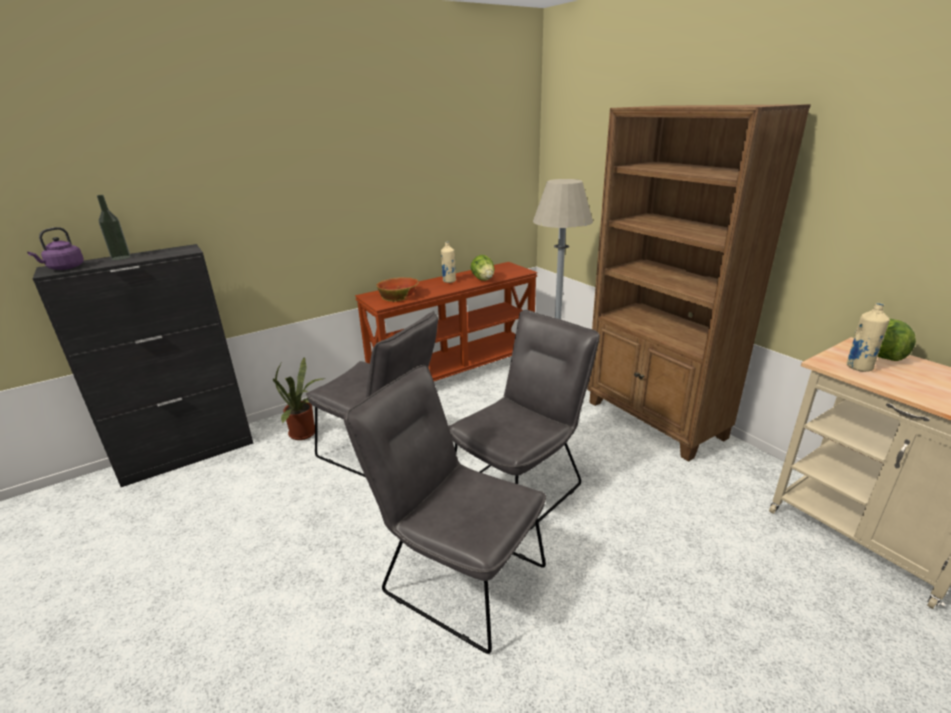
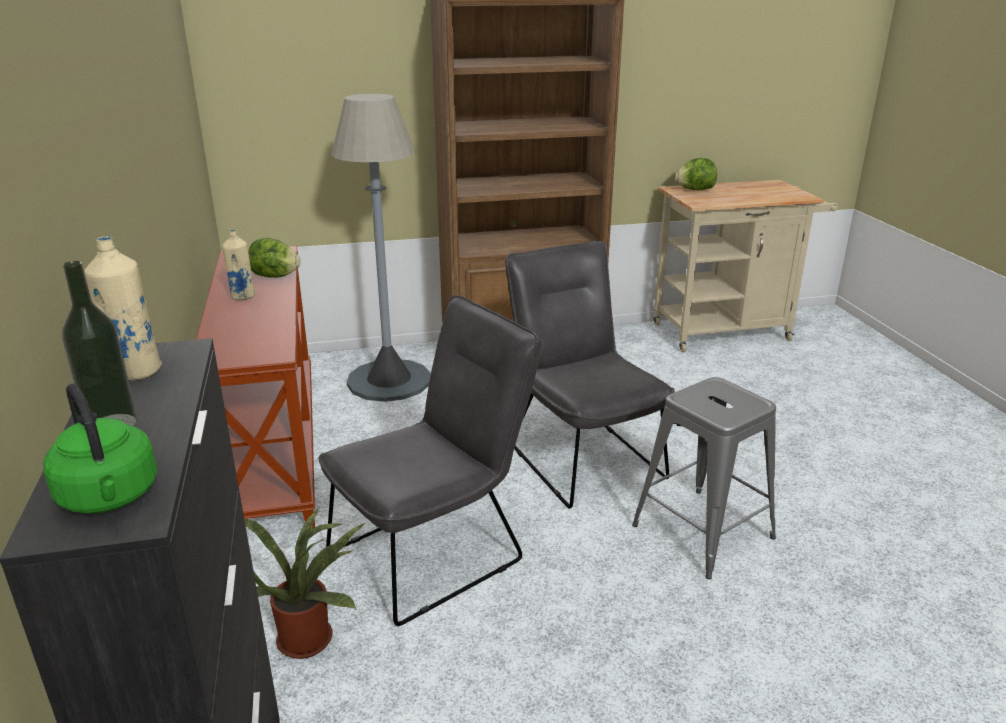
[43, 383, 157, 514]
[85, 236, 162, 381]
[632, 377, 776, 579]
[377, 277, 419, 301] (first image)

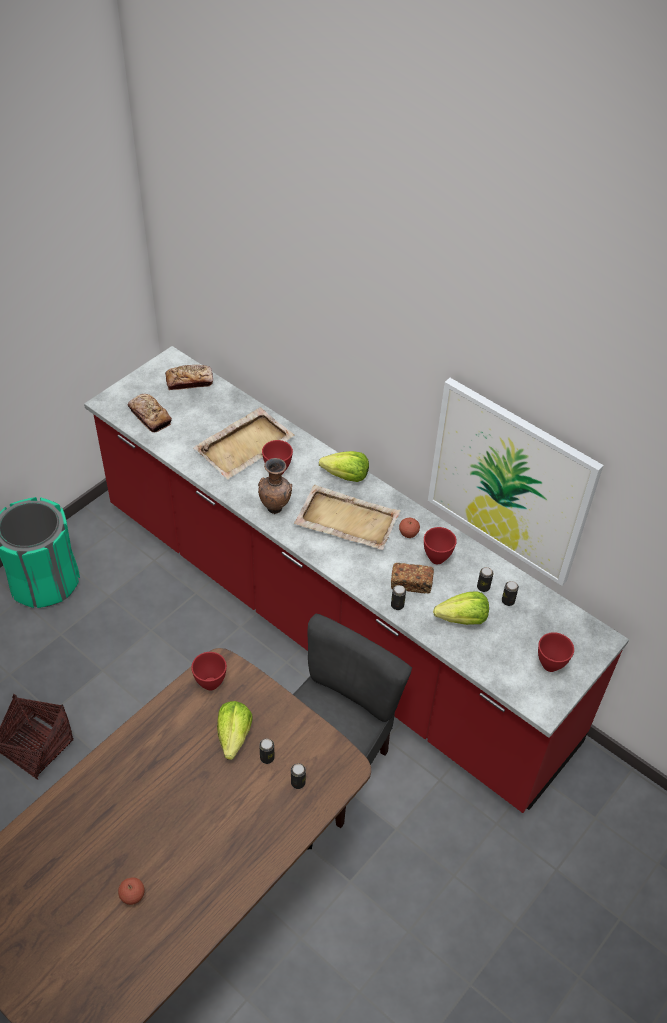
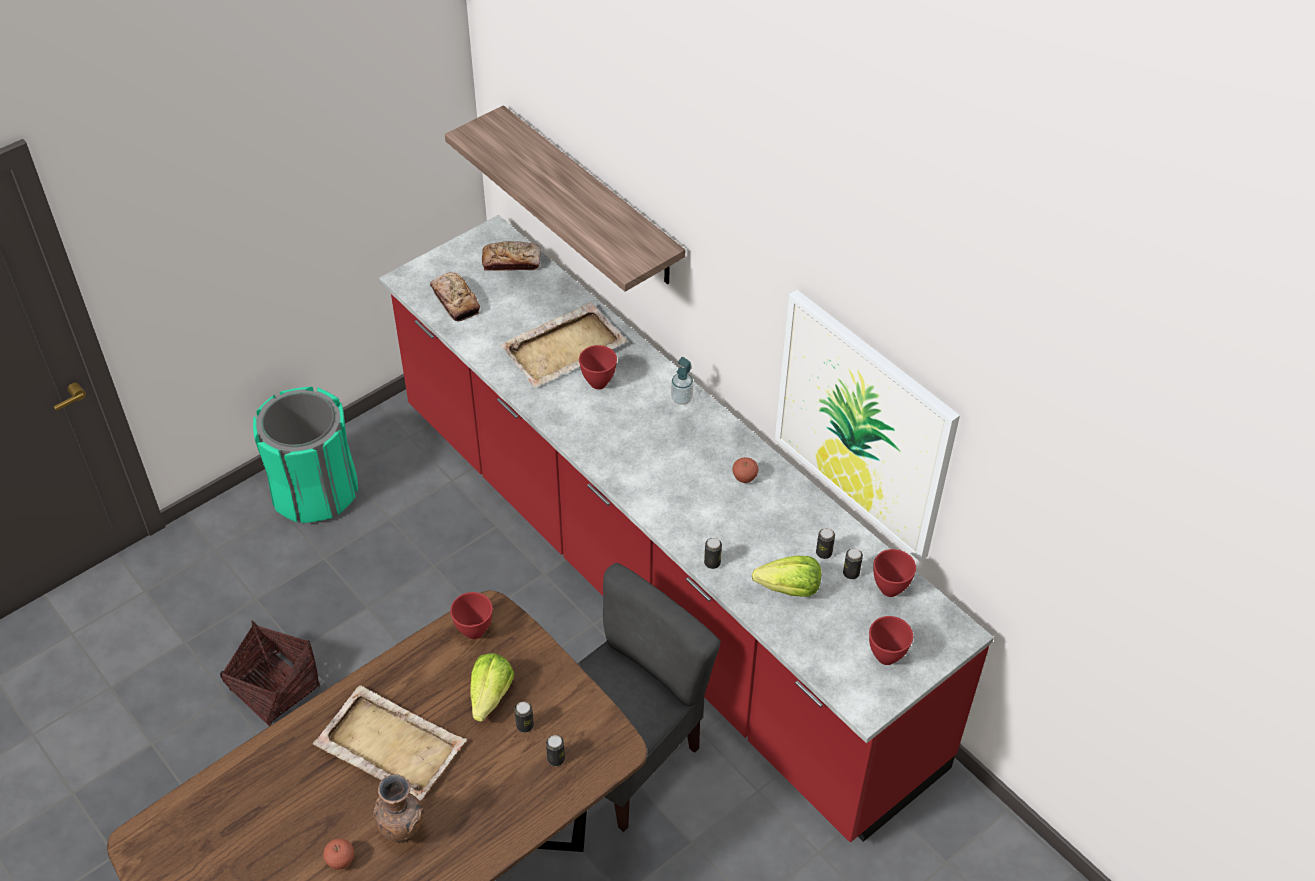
[313, 685, 467, 800]
[372, 774, 424, 843]
[445, 105, 685, 292]
[671, 357, 693, 405]
[873, 549, 916, 597]
[391, 563, 434, 594] (first image)

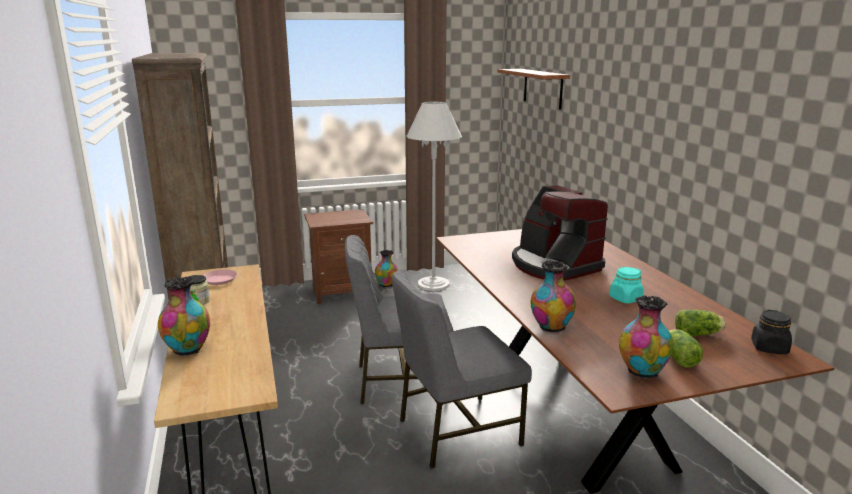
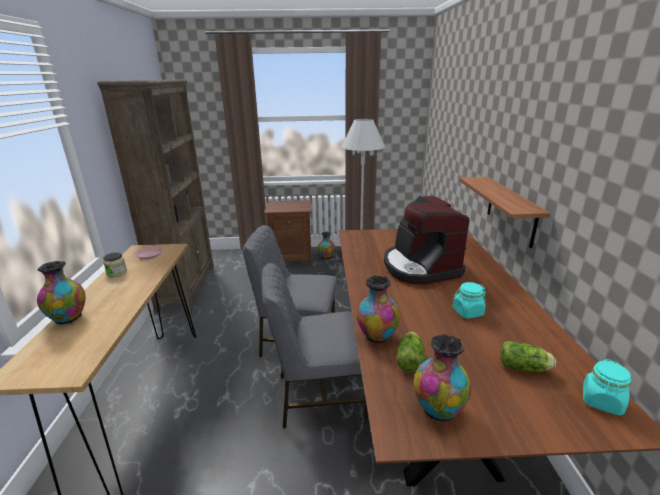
[396, 332, 425, 373]
[459, 177, 550, 248]
[583, 359, 631, 415]

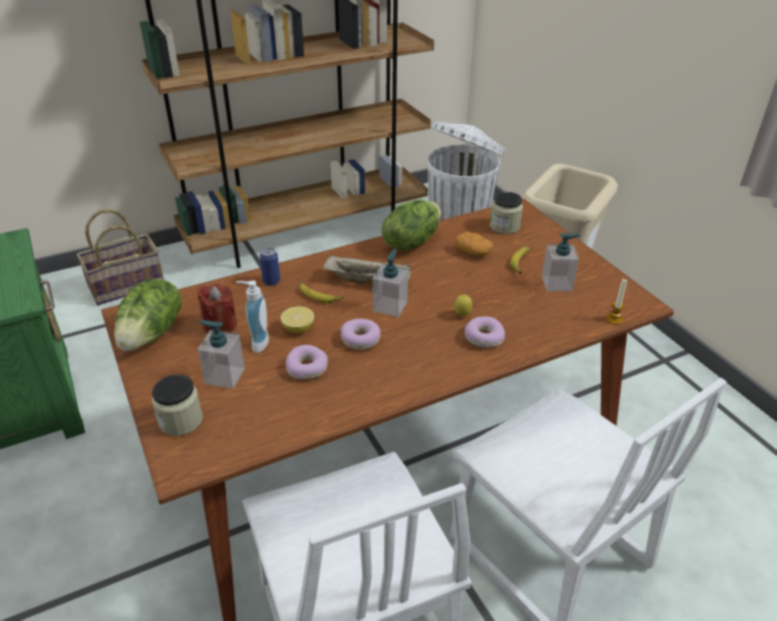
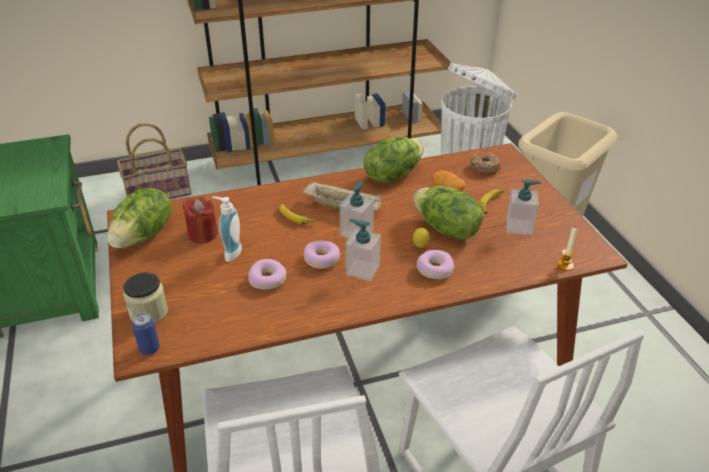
[132, 313, 160, 355]
[345, 219, 381, 281]
[413, 186, 483, 240]
[470, 153, 501, 175]
[280, 306, 314, 333] (first image)

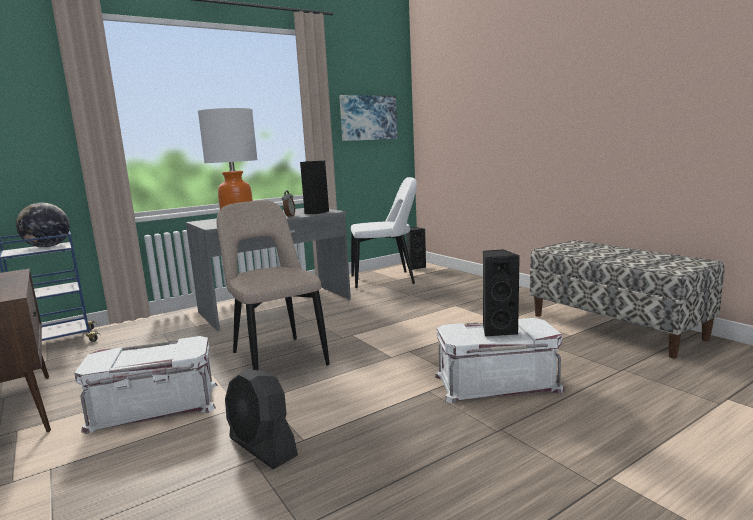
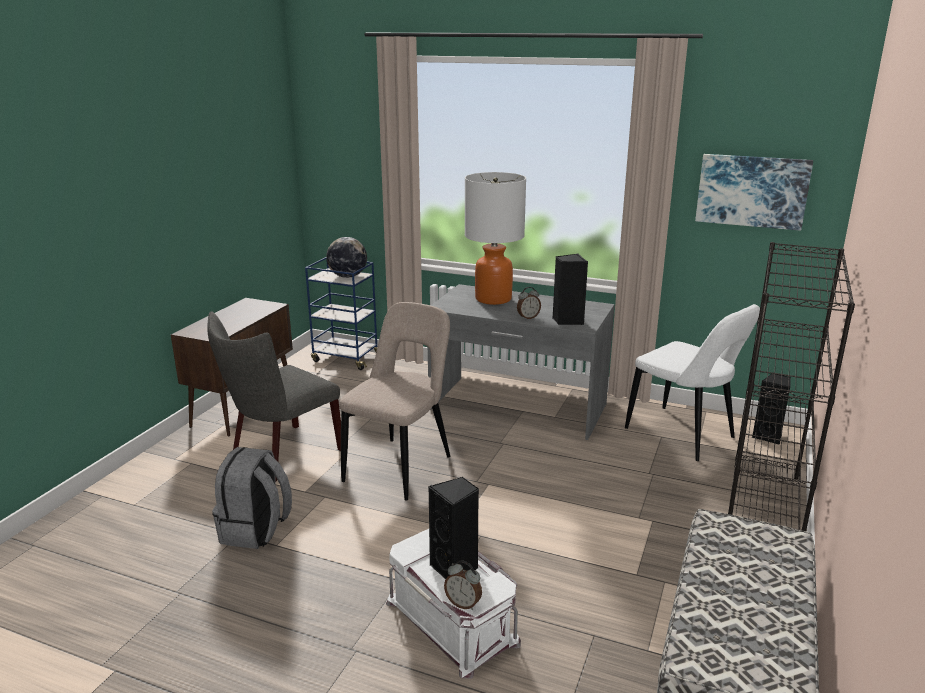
[207, 311, 341, 482]
[212, 447, 292, 549]
[444, 560, 482, 610]
[728, 242, 855, 531]

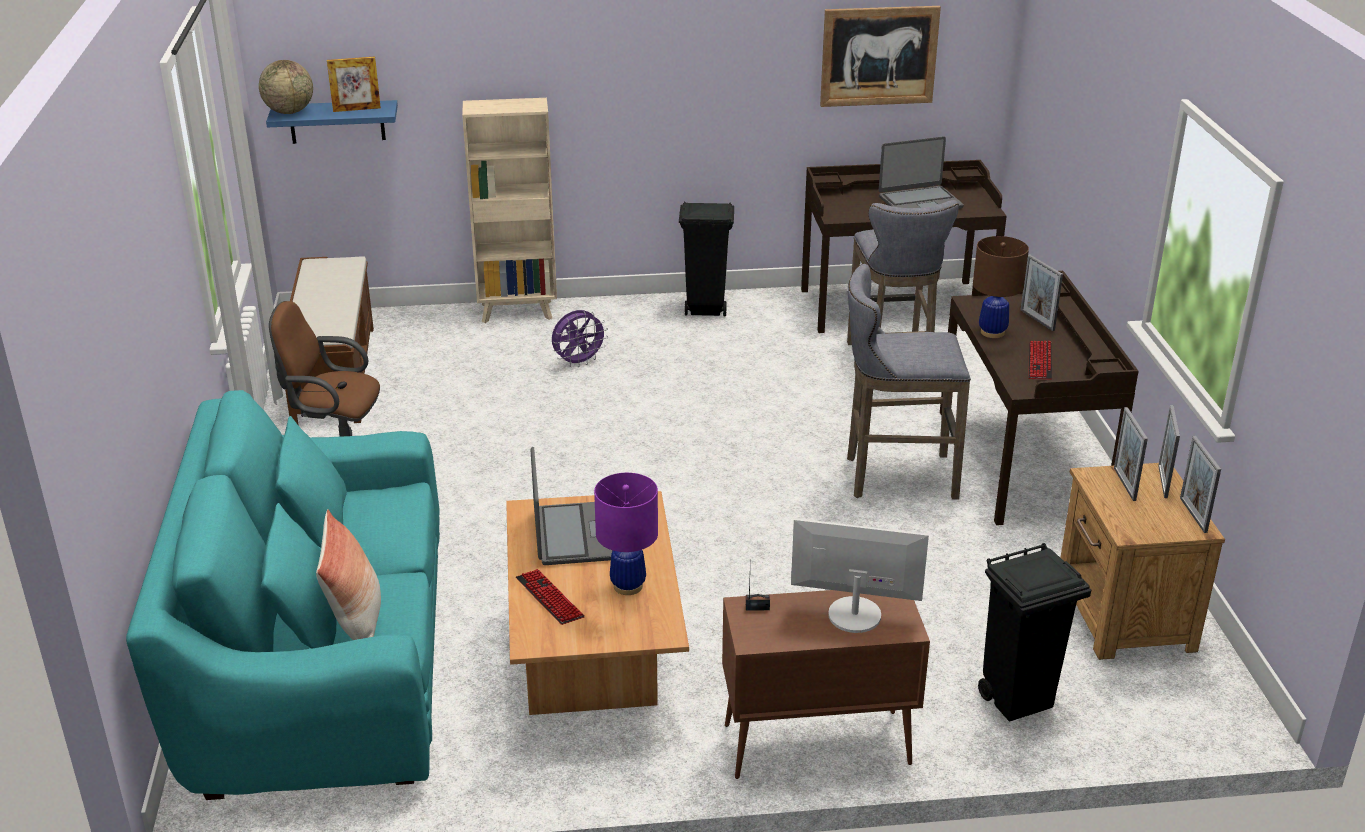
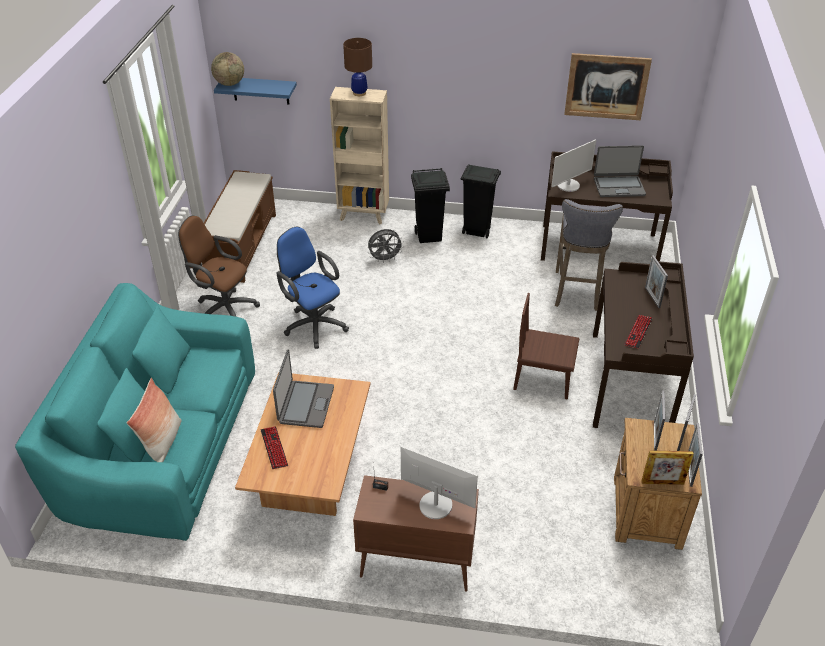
[276, 227, 349, 349]
[343, 38, 372, 96]
[368, 229, 404, 263]
[411, 168, 450, 243]
[513, 293, 580, 399]
[551, 139, 596, 192]
[641, 450, 694, 485]
[594, 473, 658, 595] (first image)

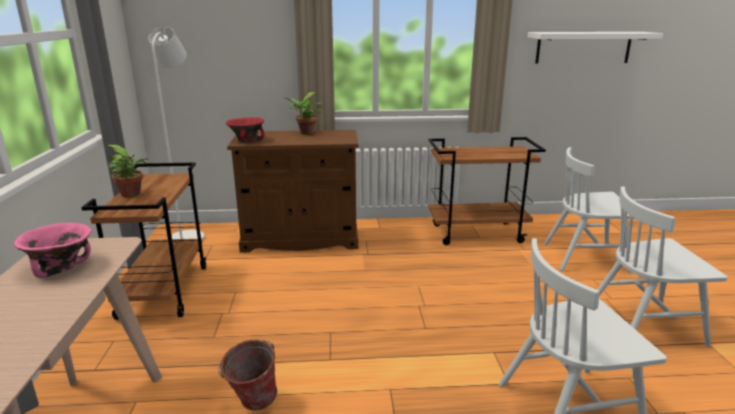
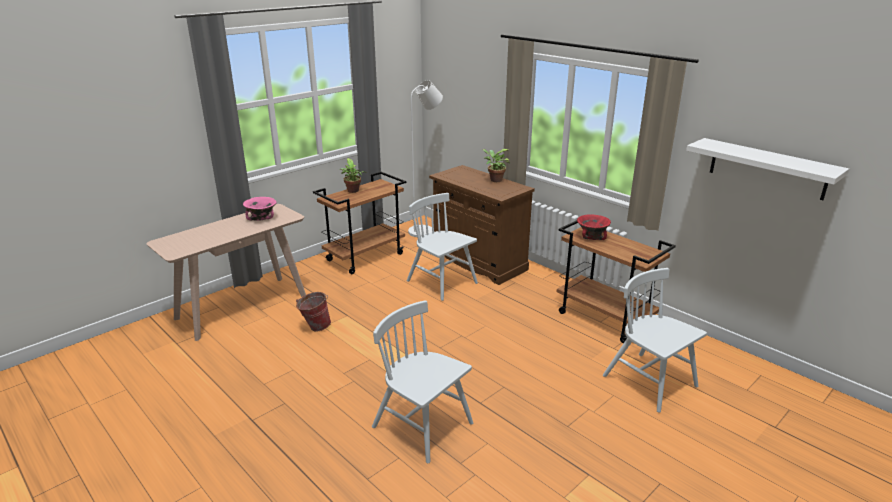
[407, 193, 478, 301]
[577, 214, 611, 240]

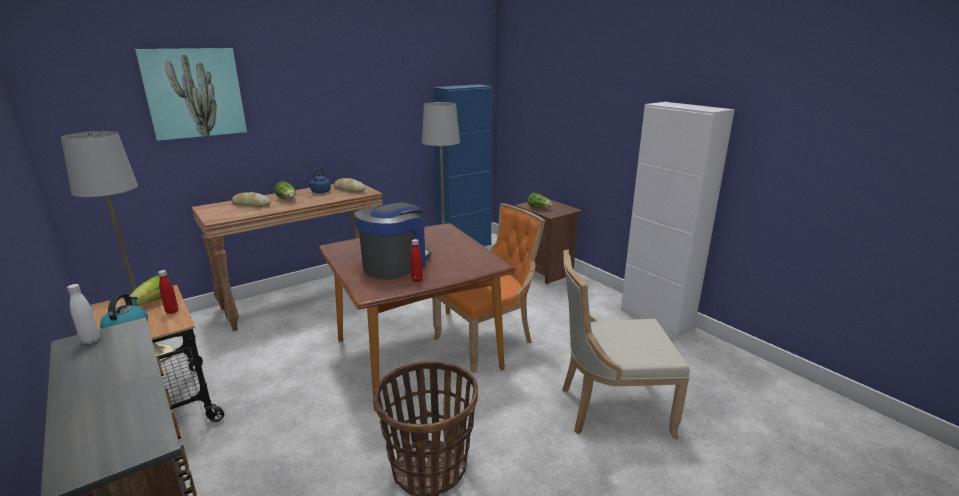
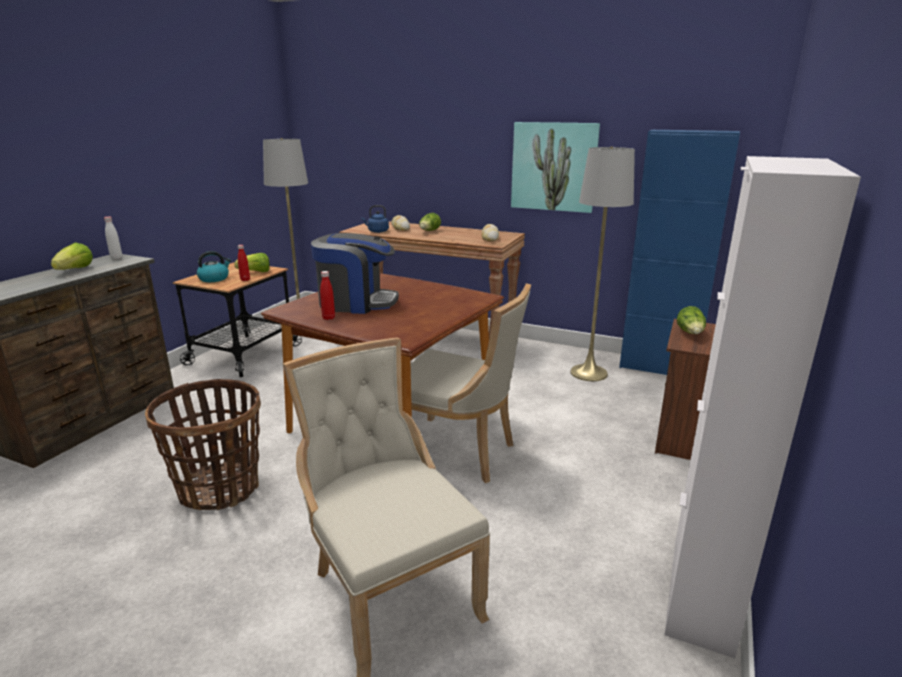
[51, 242, 93, 270]
[361, 205, 389, 233]
[411, 283, 531, 483]
[511, 122, 600, 213]

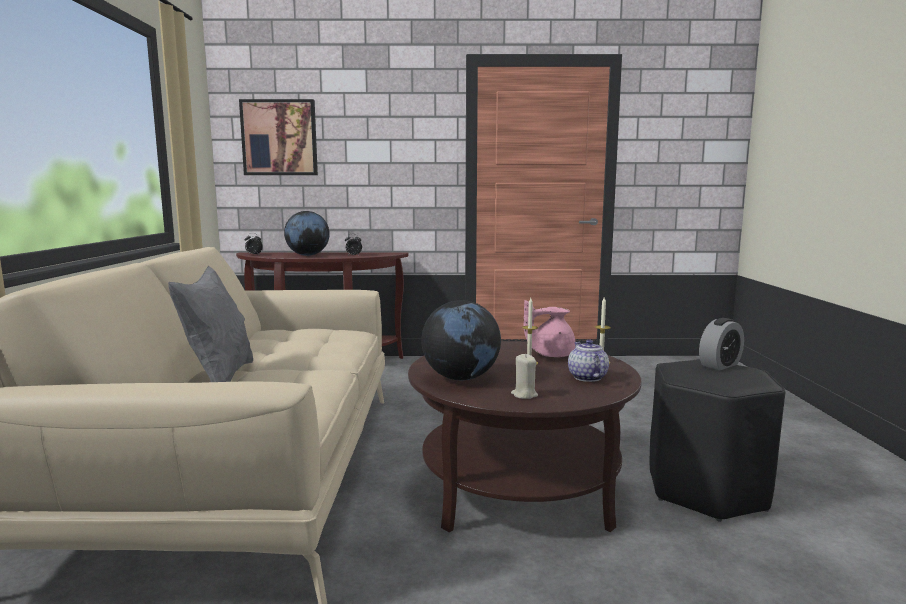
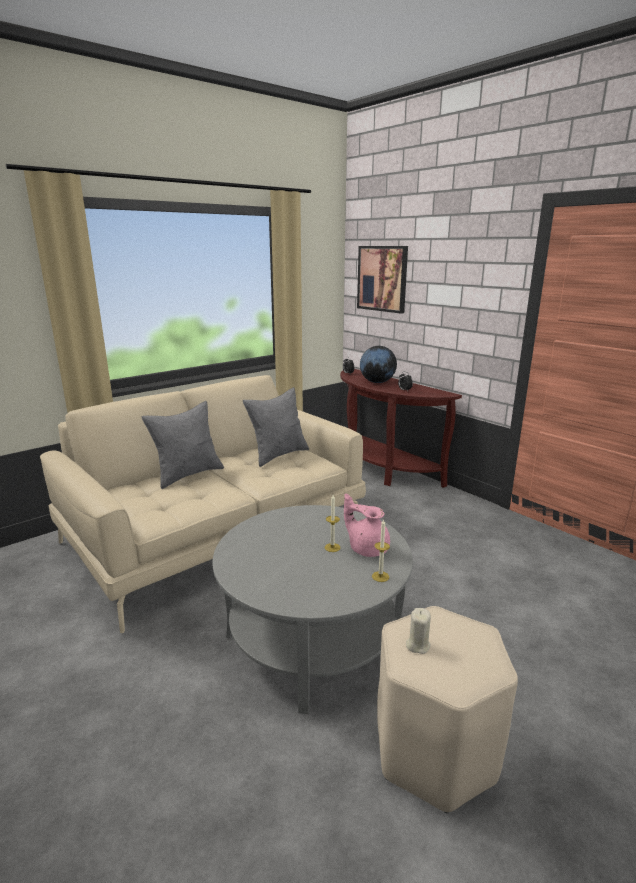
[213, 505, 413, 714]
[243, 387, 309, 467]
[377, 606, 518, 814]
[406, 608, 431, 654]
[421, 300, 501, 380] (first image)
[568, 339, 609, 382] (first image)
[699, 318, 744, 370] (first image)

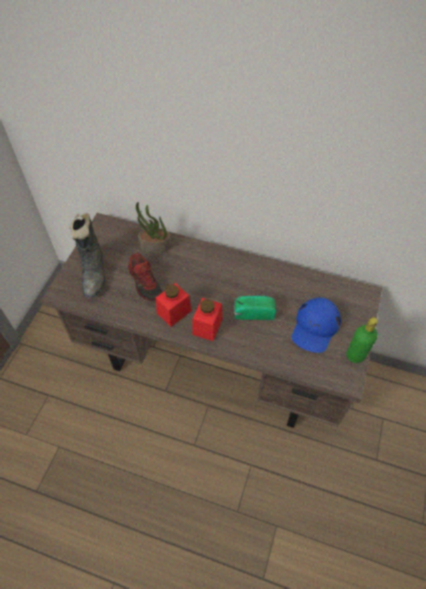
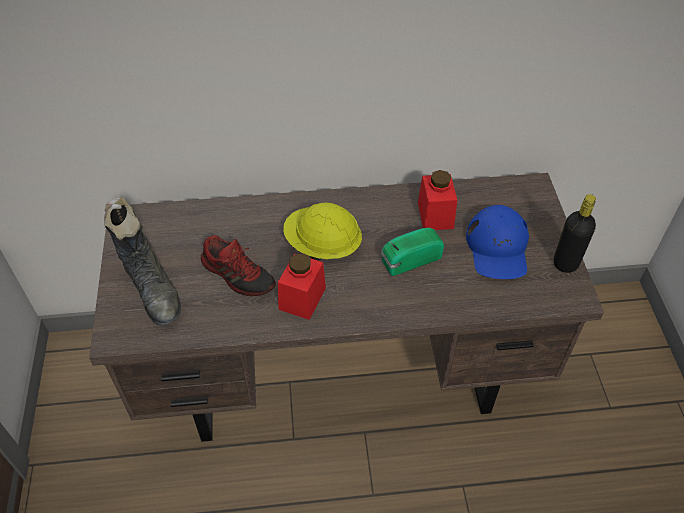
[283, 203, 362, 261]
[418, 170, 457, 230]
[554, 194, 596, 273]
[136, 202, 172, 253] (first image)

